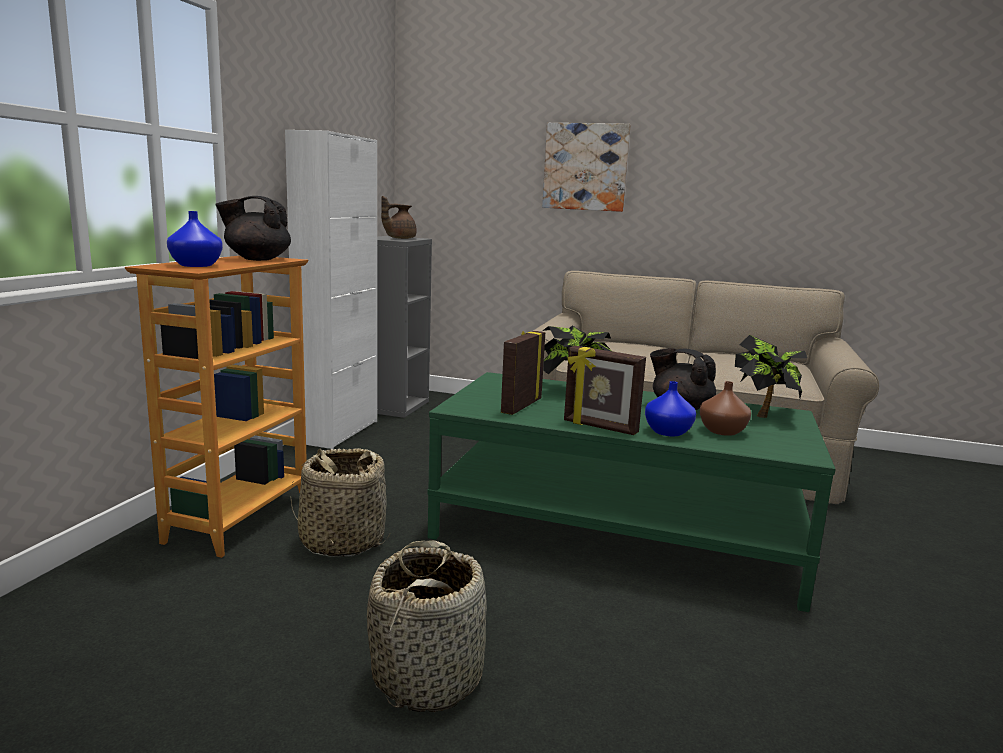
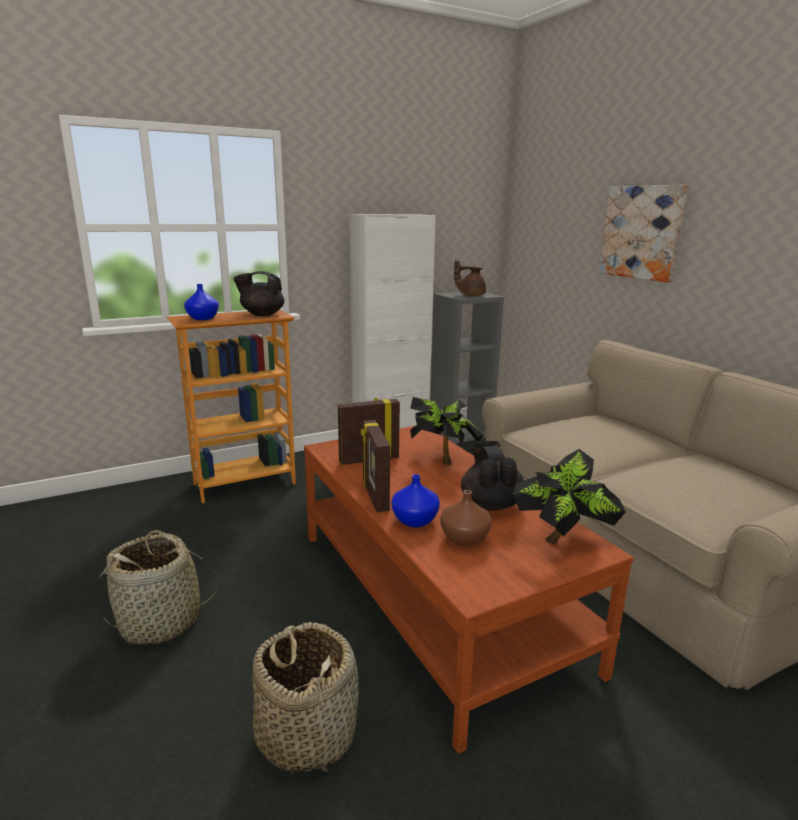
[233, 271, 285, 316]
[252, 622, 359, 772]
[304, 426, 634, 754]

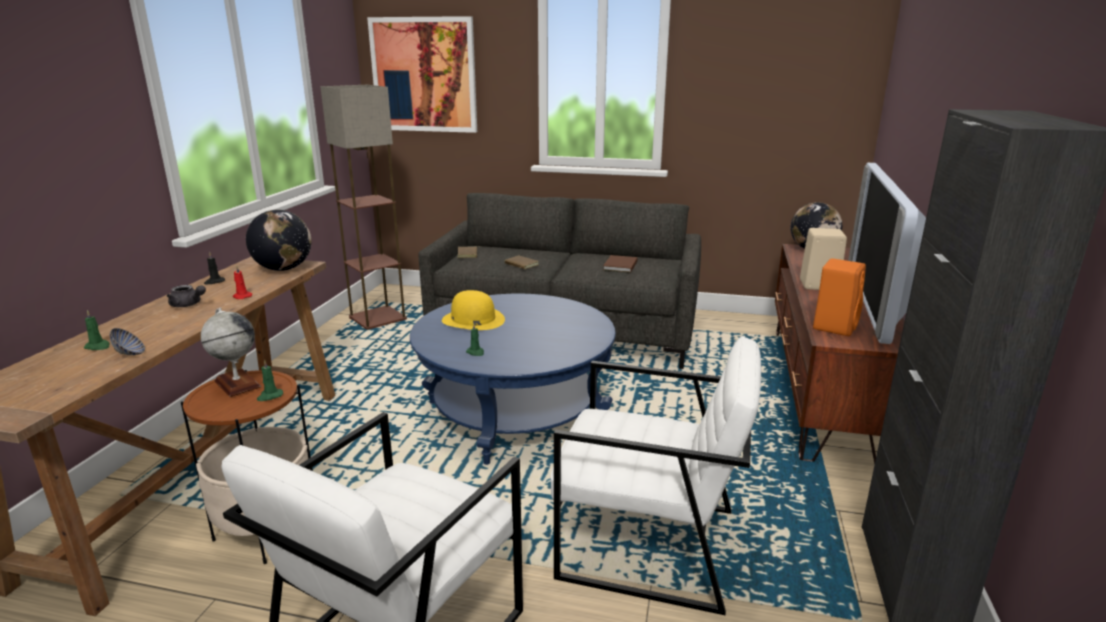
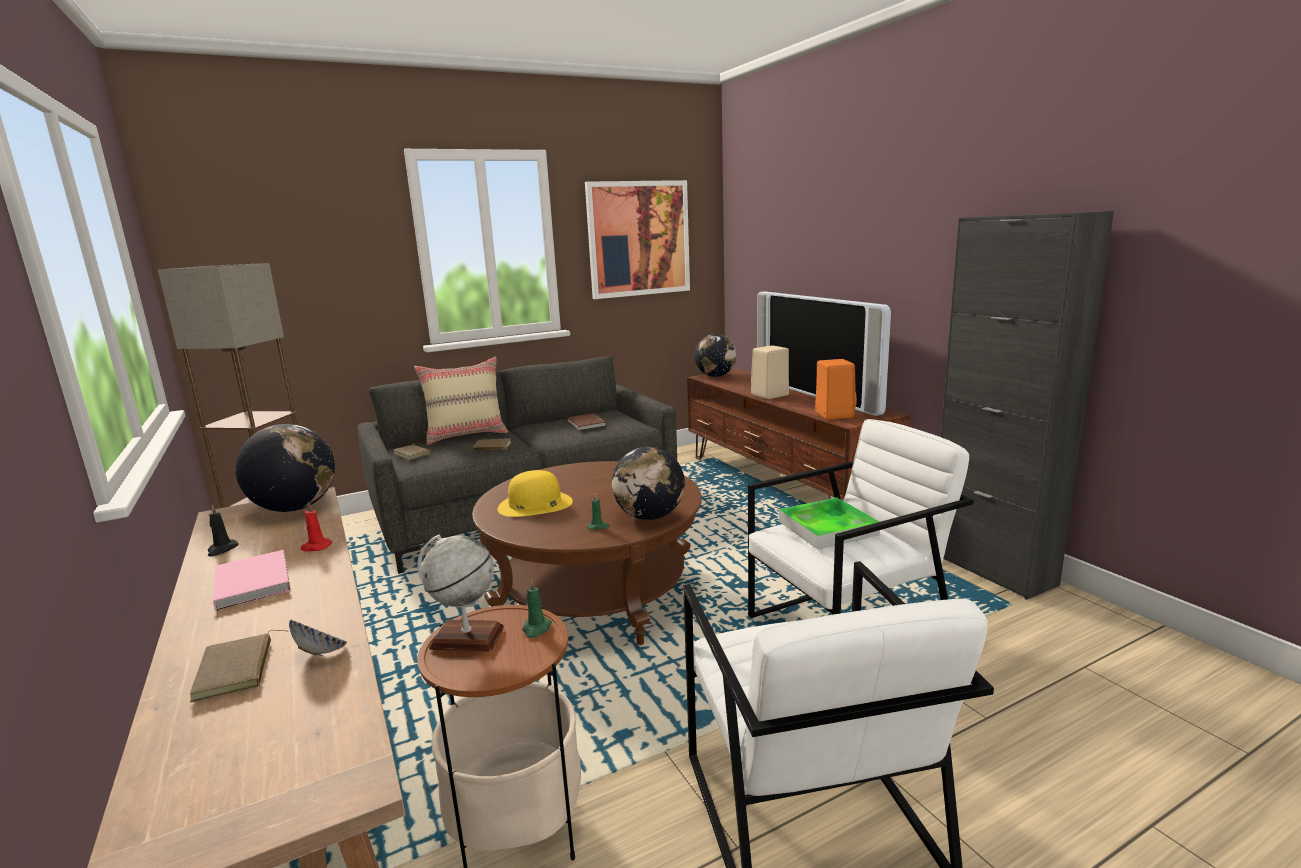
[190, 630, 289, 702]
[213, 550, 291, 611]
[414, 357, 508, 445]
[472, 461, 702, 645]
[585, 180, 690, 299]
[612, 447, 685, 520]
[779, 497, 880, 549]

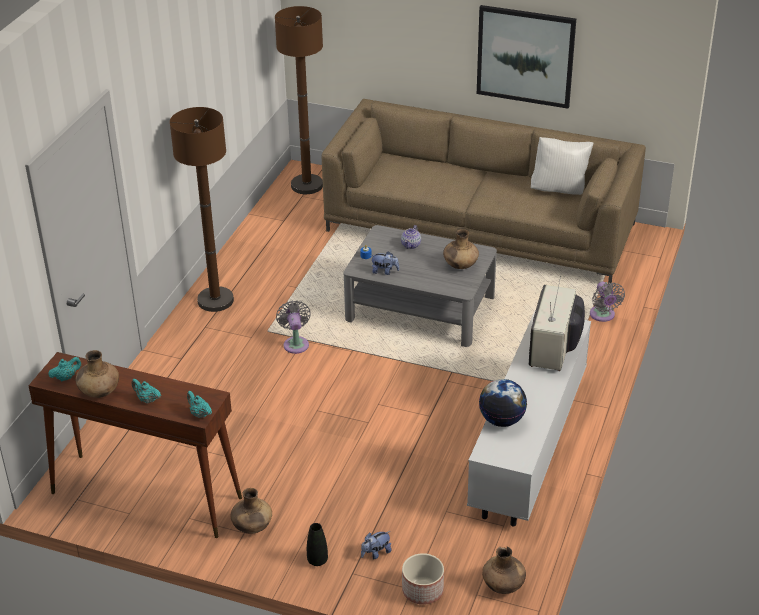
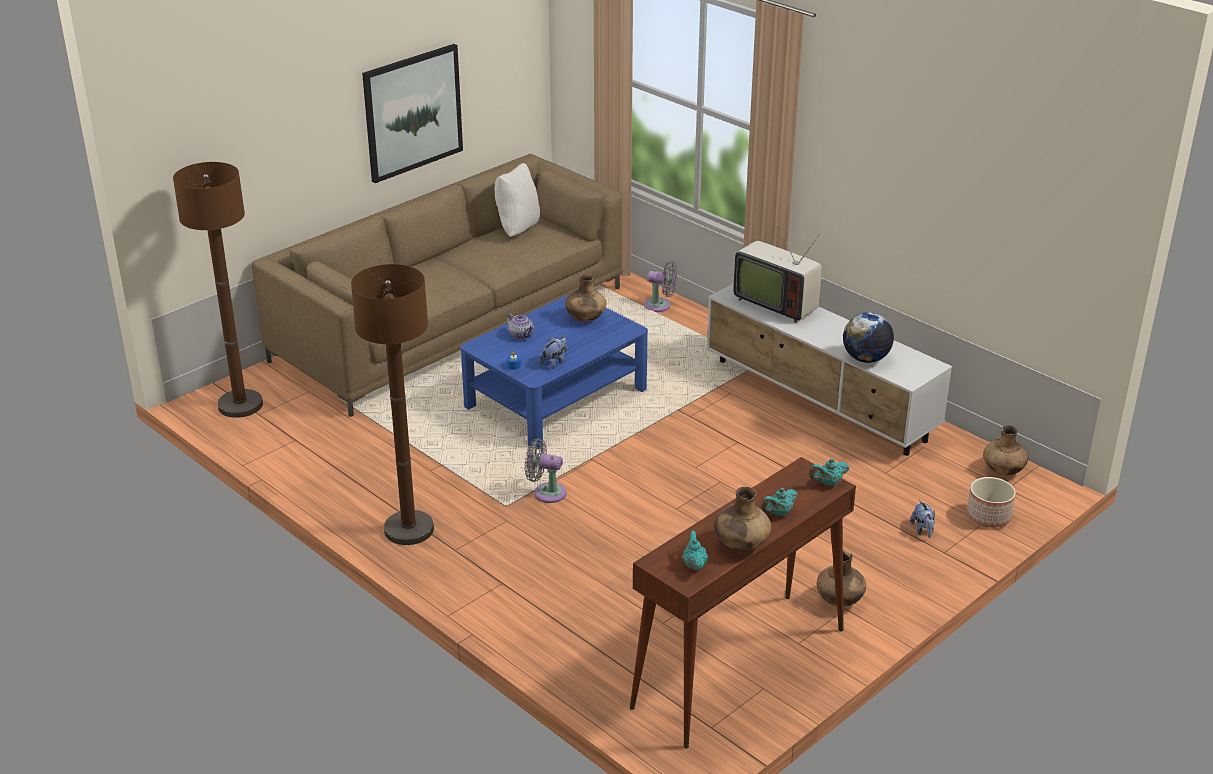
[460, 294, 648, 448]
[307, 523, 328, 566] (first image)

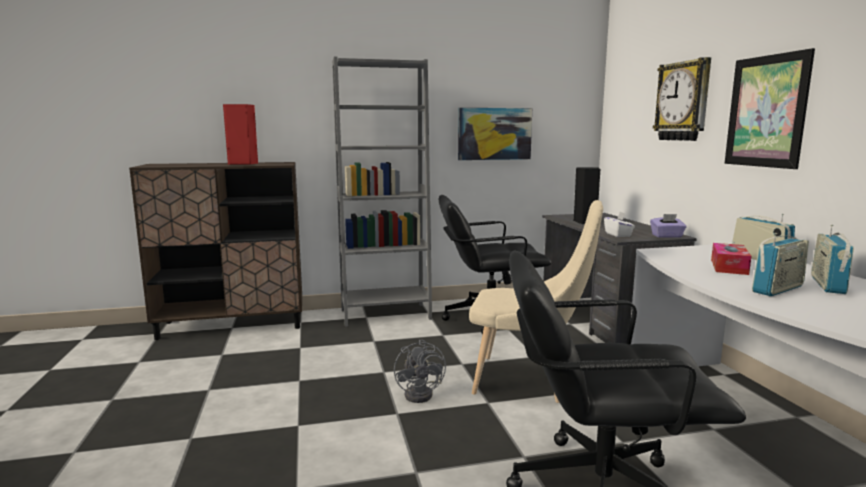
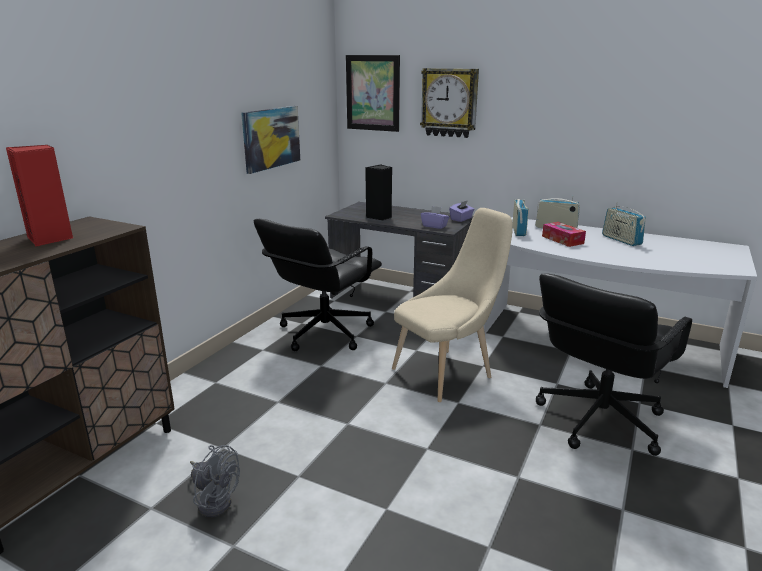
[190, 445, 240, 517]
[346, 55, 400, 132]
[421, 206, 449, 229]
[512, 199, 529, 236]
[332, 57, 432, 327] (first image)

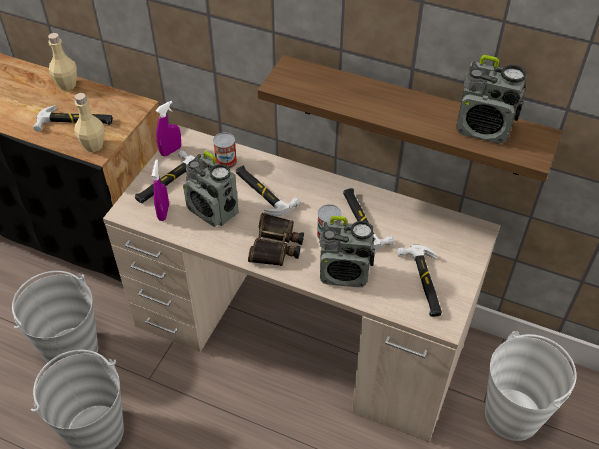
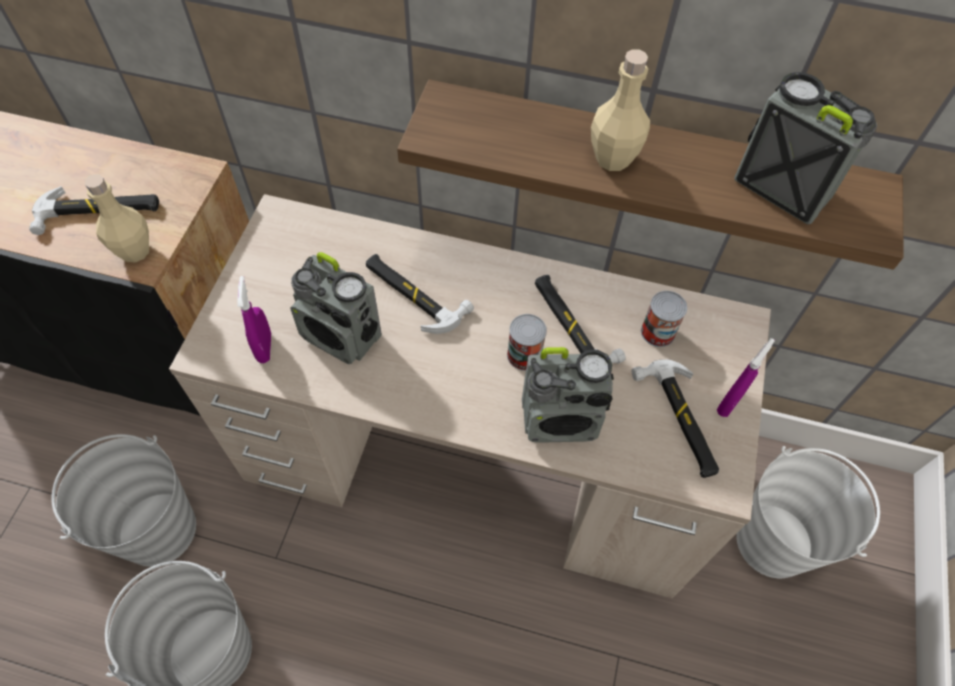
[591, 49, 650, 171]
[641, 291, 687, 347]
[717, 338, 775, 417]
[734, 72, 878, 224]
[135, 150, 195, 203] (first image)
[248, 213, 304, 266] (first image)

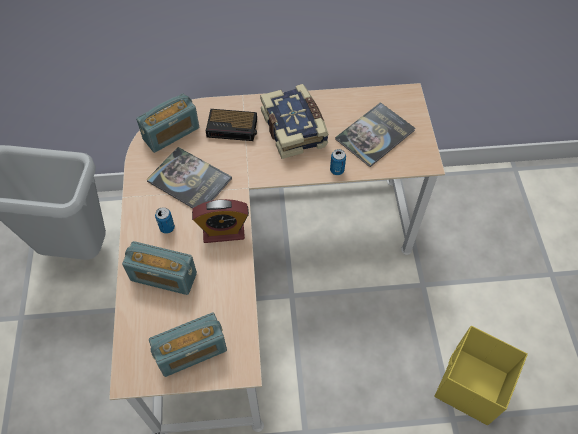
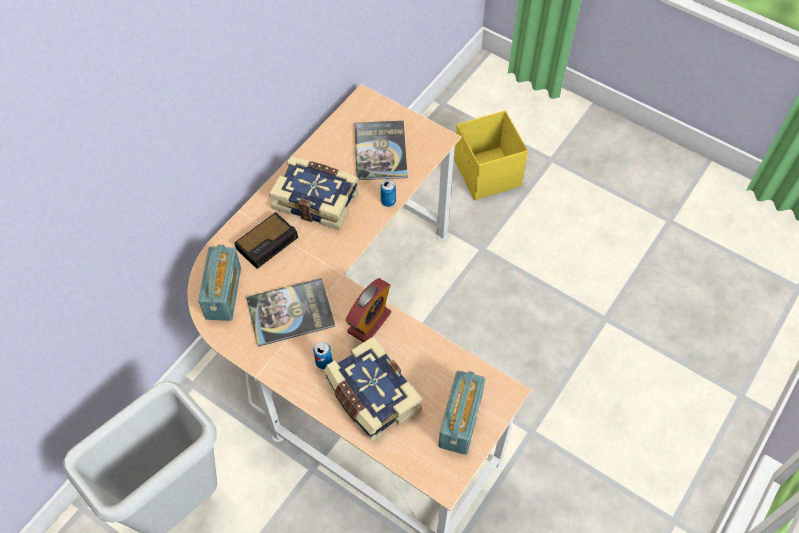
[324, 336, 422, 441]
[454, 111, 528, 200]

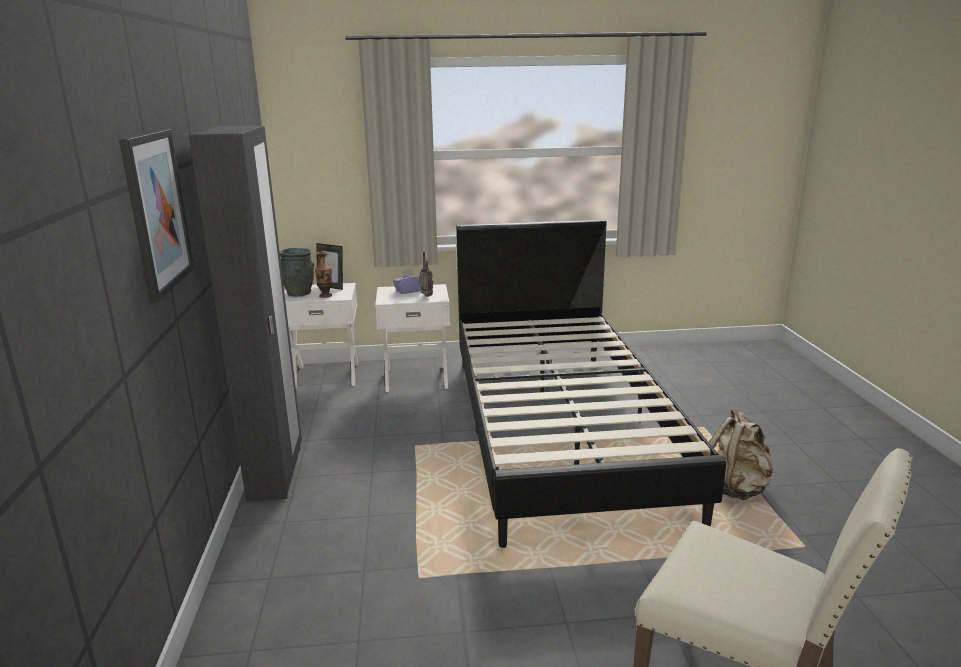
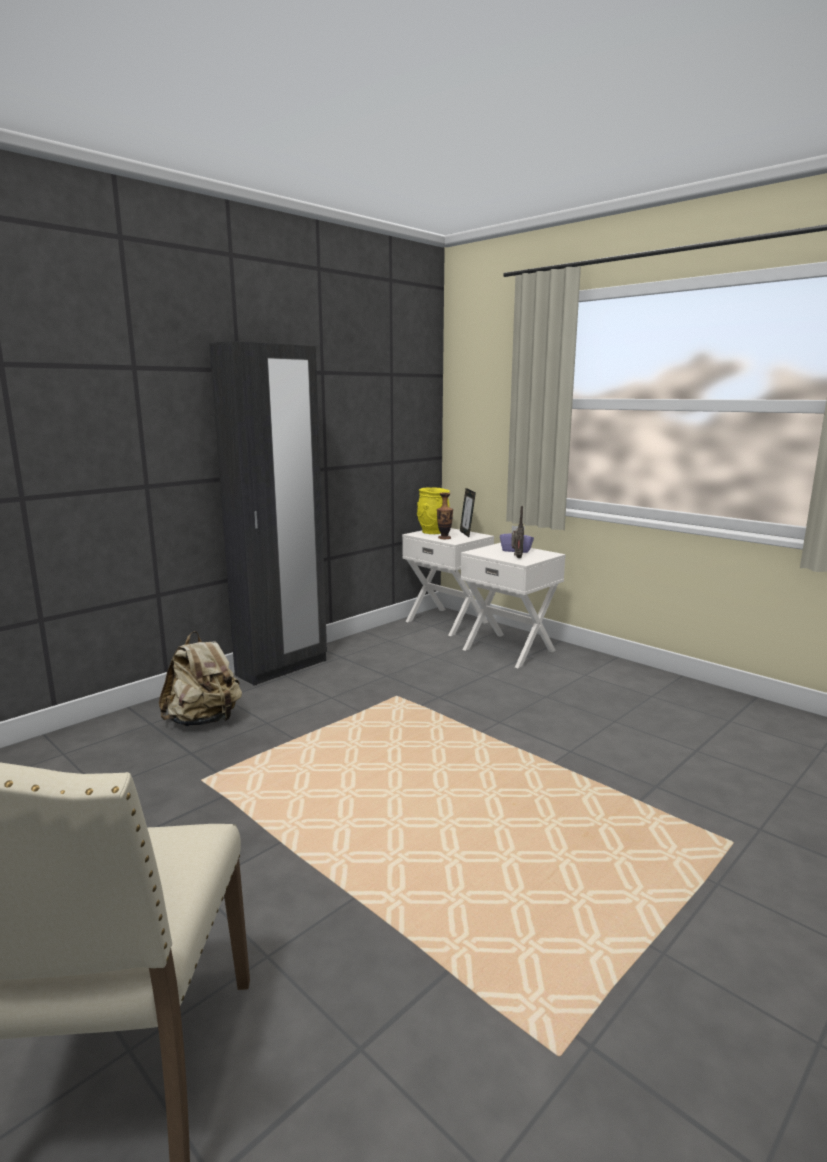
[159, 631, 242, 726]
[417, 487, 450, 534]
[119, 129, 194, 303] (first image)
[456, 220, 726, 548] (first image)

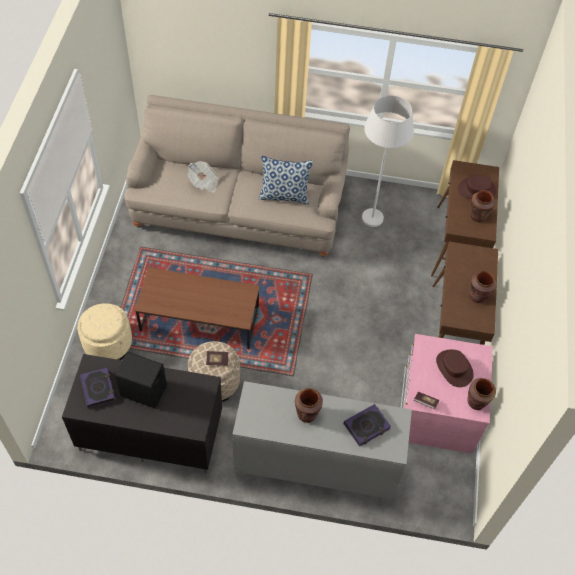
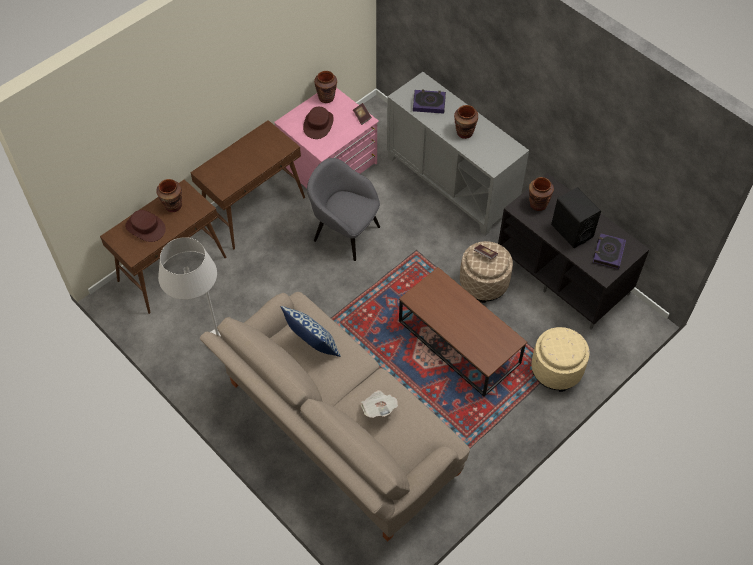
[307, 158, 380, 261]
[529, 177, 554, 211]

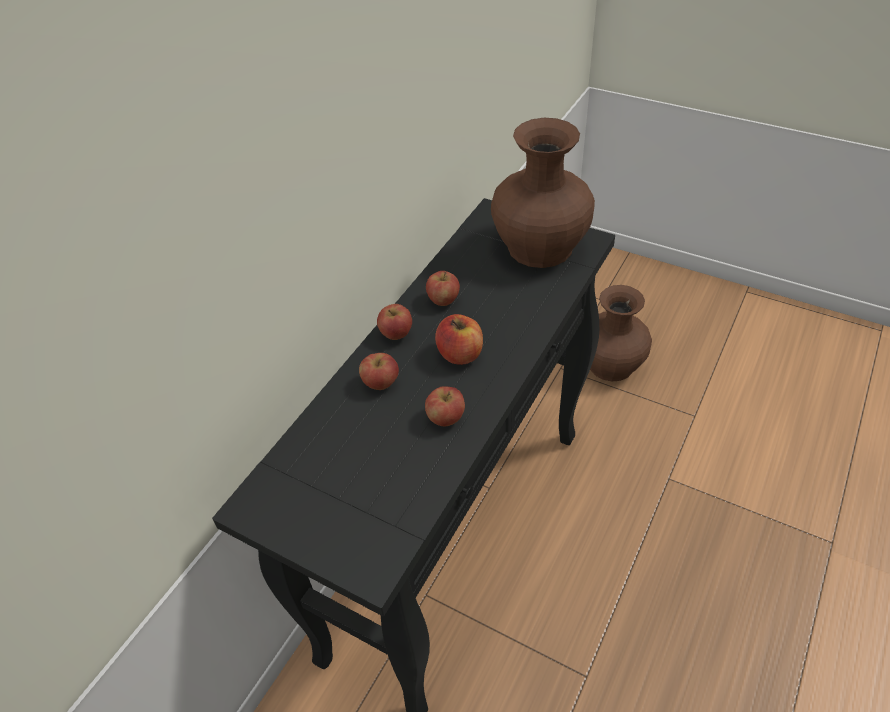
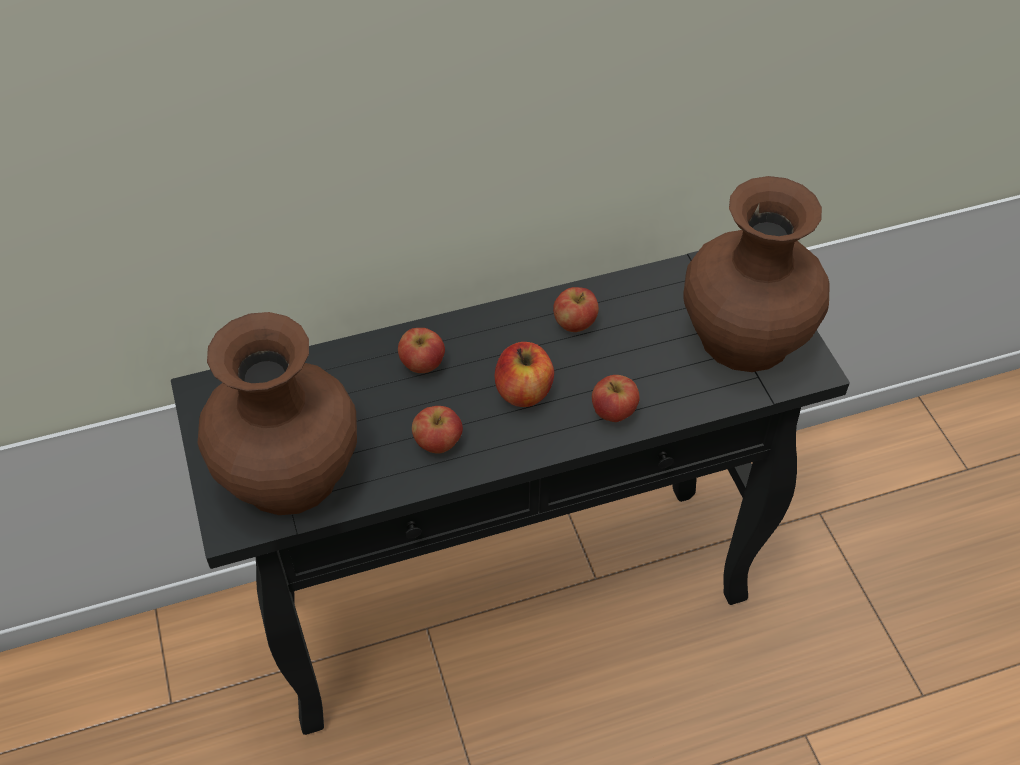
[198, 312, 357, 515]
[592, 375, 640, 422]

